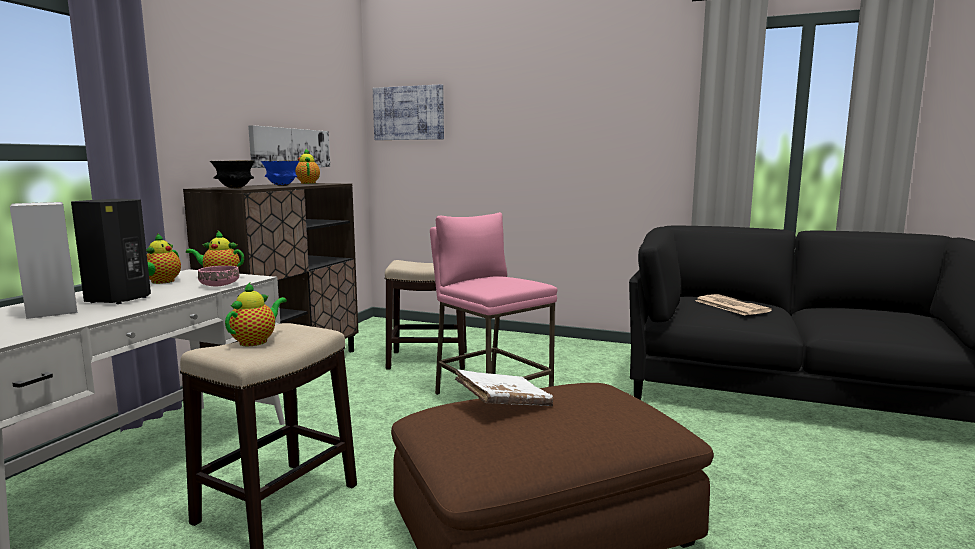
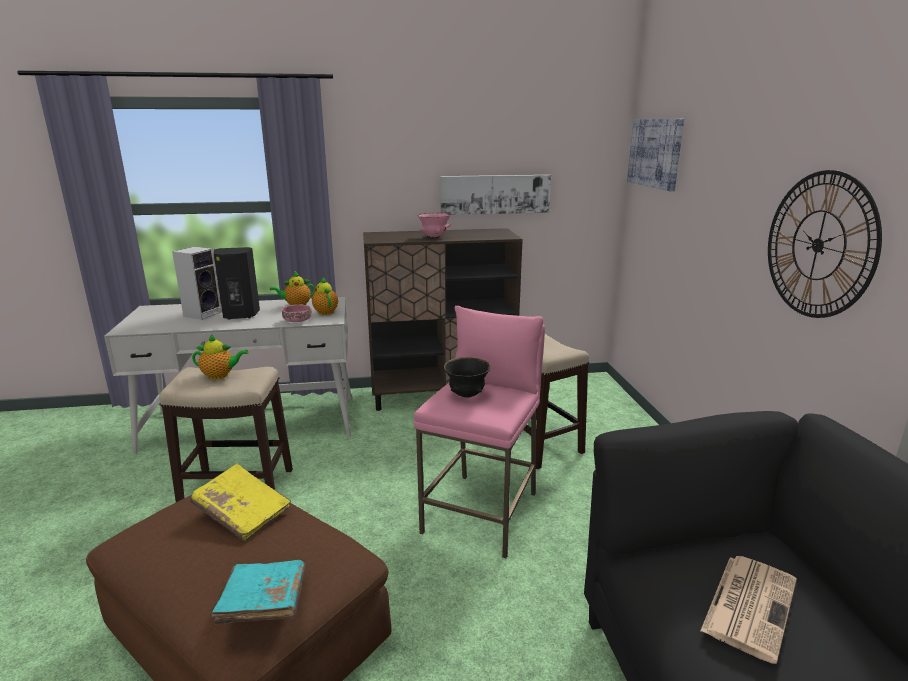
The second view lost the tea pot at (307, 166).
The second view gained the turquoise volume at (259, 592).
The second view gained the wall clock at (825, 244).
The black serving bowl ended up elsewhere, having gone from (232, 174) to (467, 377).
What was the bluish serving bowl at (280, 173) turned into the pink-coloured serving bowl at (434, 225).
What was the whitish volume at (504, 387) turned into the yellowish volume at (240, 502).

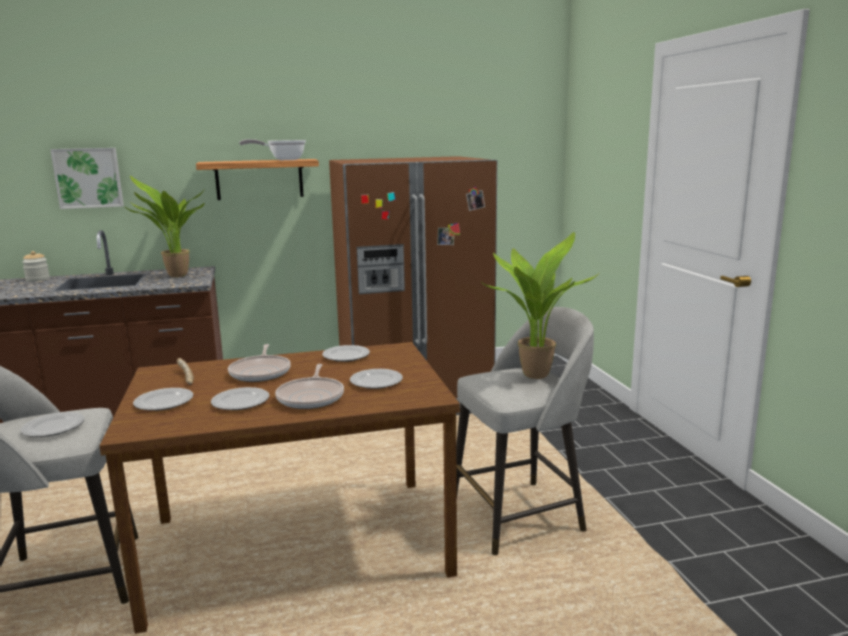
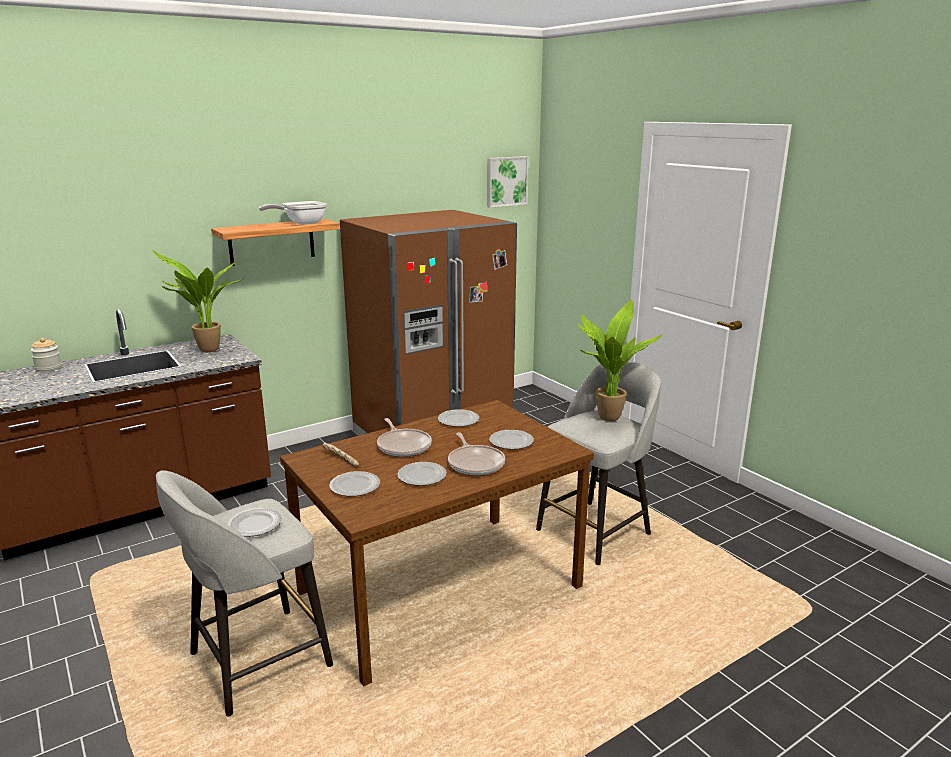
The wall picture ended up elsewhere, having gone from (87, 178) to (508, 182).

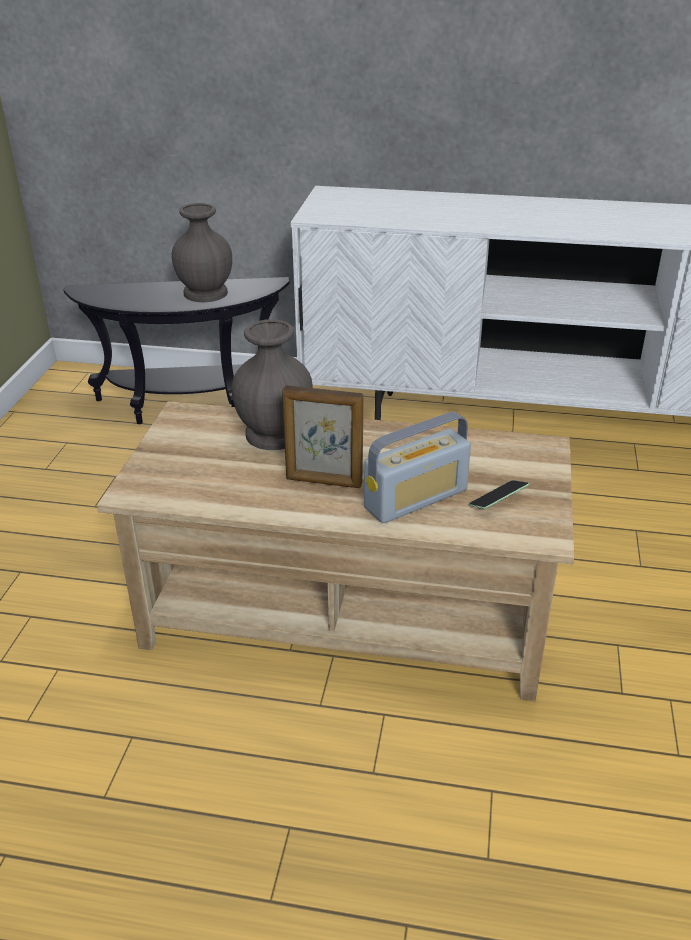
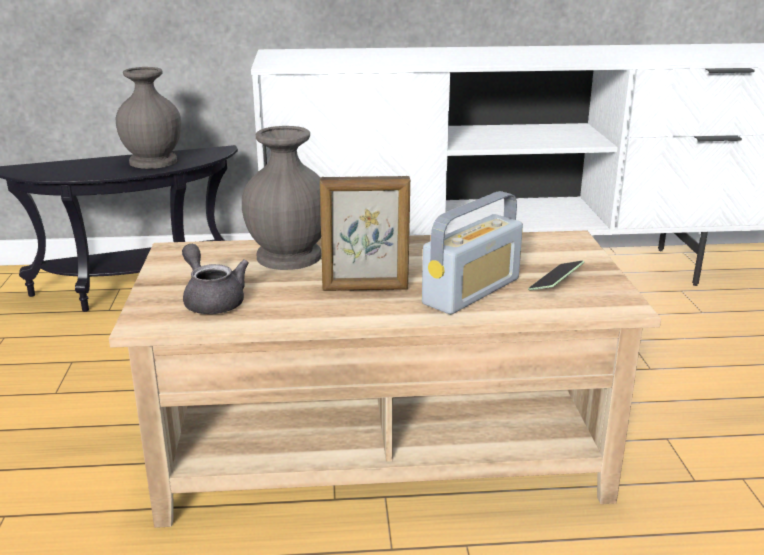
The second view gained the greyish tea pot at (215, 279).

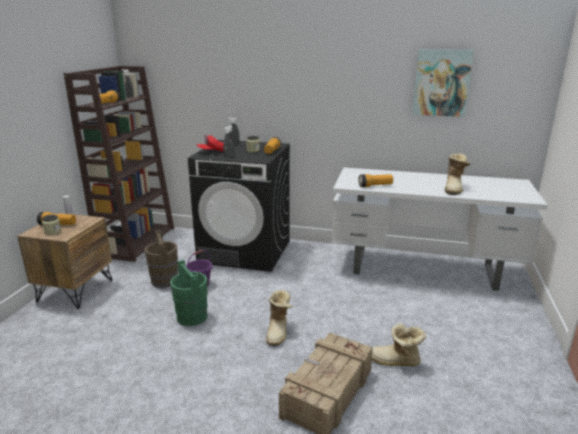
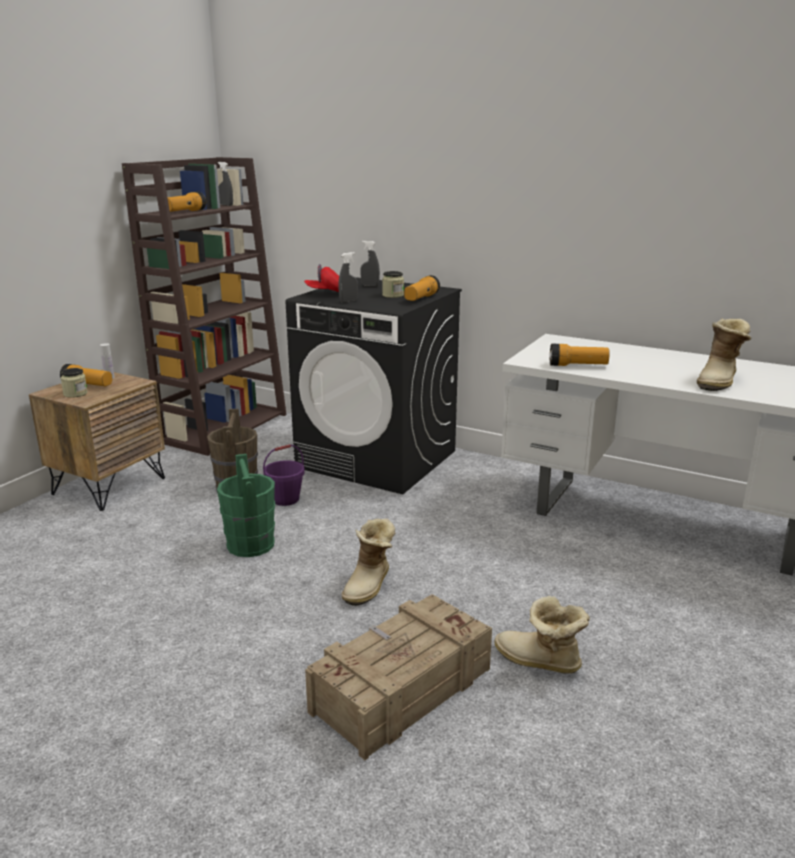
The second view lost the wall picture at (443, 83).

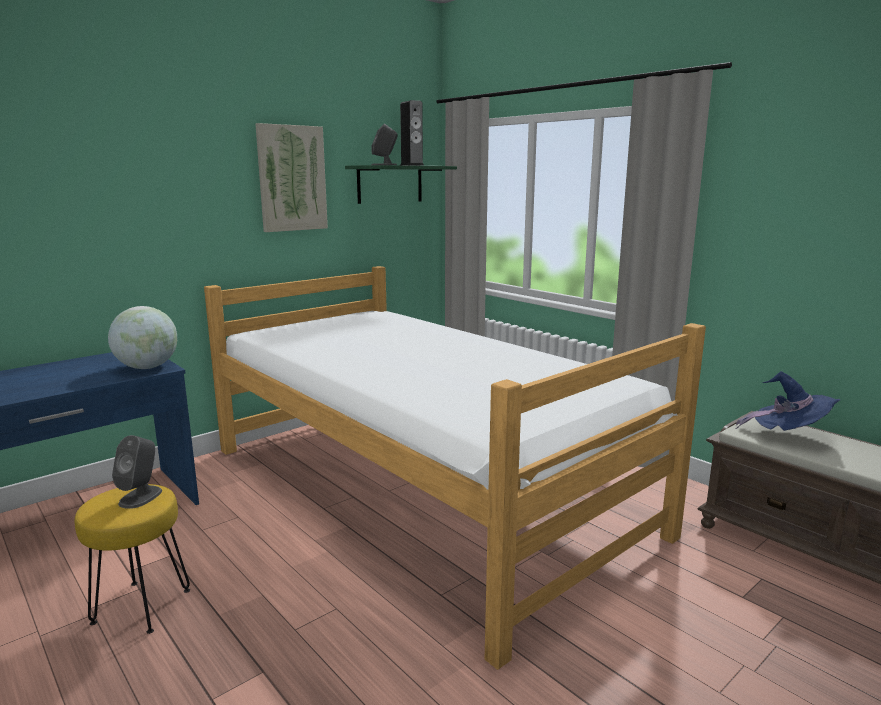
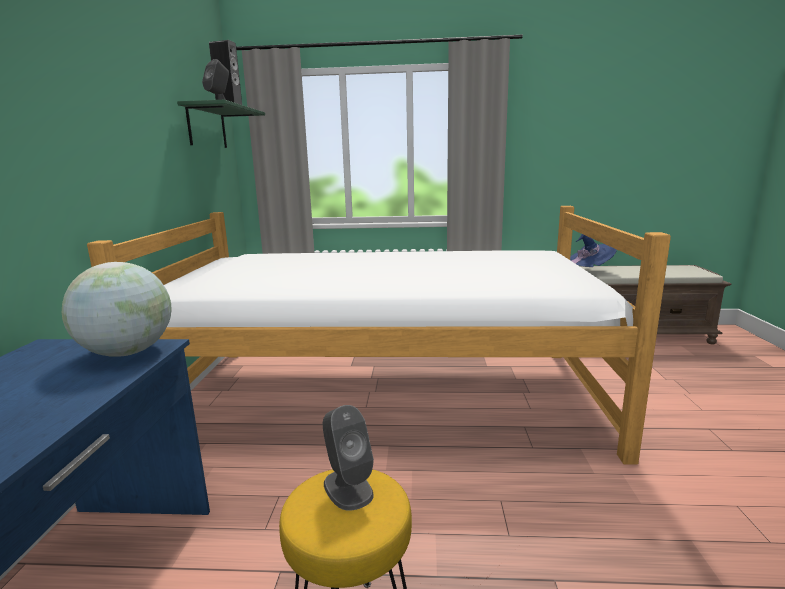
The second view lost the wall picture at (291, 177).

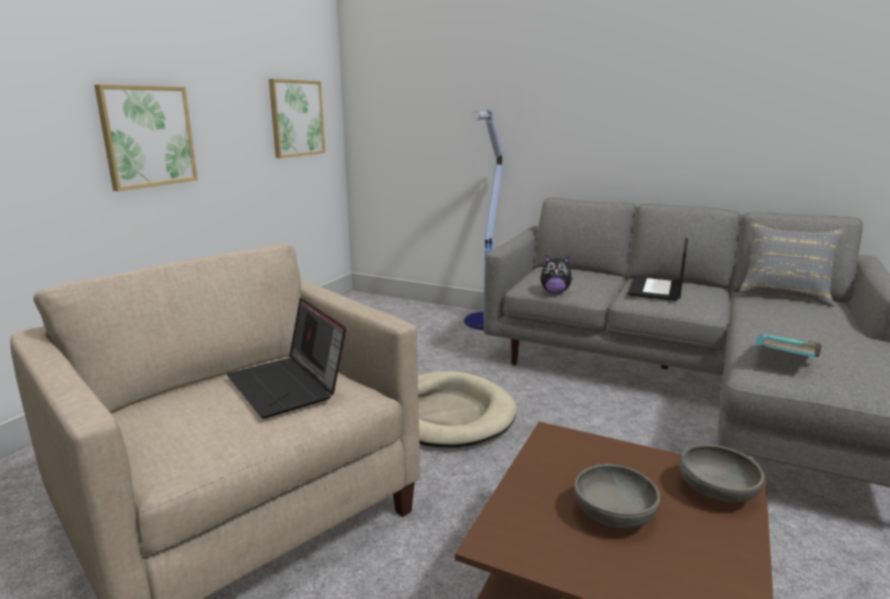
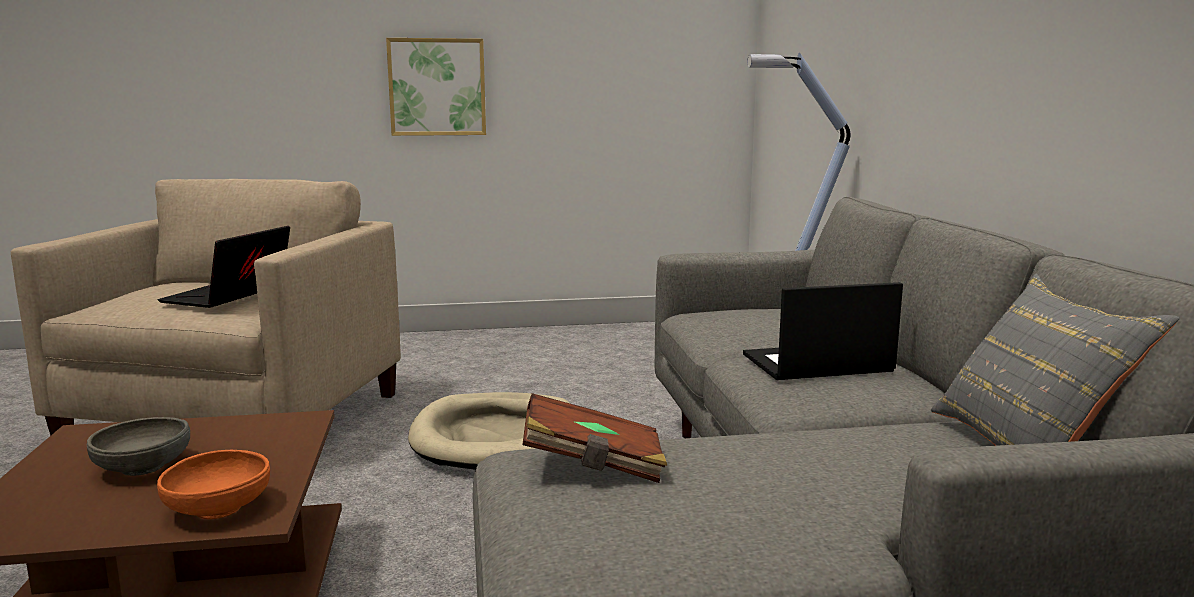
The second view lost the wall picture at (297, 118).
The second view lost the plush toy at (557, 275).
What was the greyish serving bowl at (722, 473) turned into the orangey serving bowl at (213, 484).
What was the turquoise volume at (789, 346) turned into the brown-coloured volume at (594, 438).

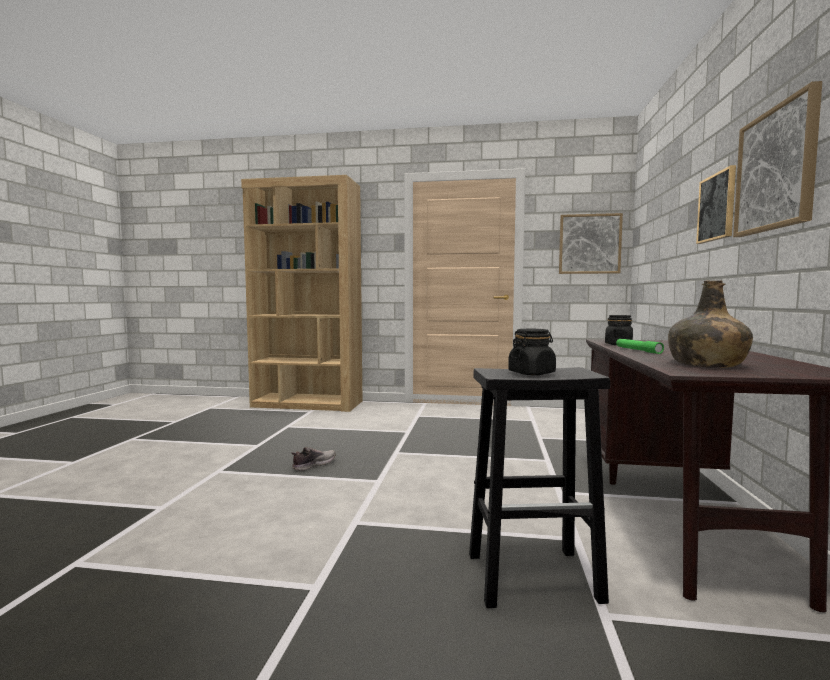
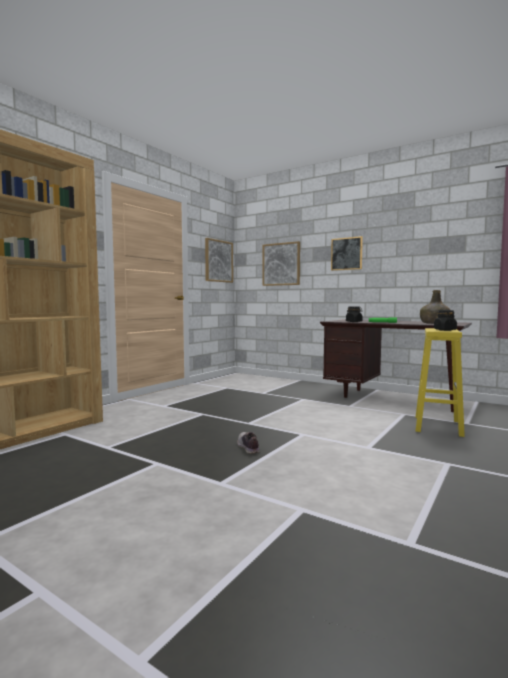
The wall picture ended up elsewhere, having gone from (777, 159) to (281, 263).
What was the black stool seat at (539, 487) turned into the yellowish stool seat at (440, 382).

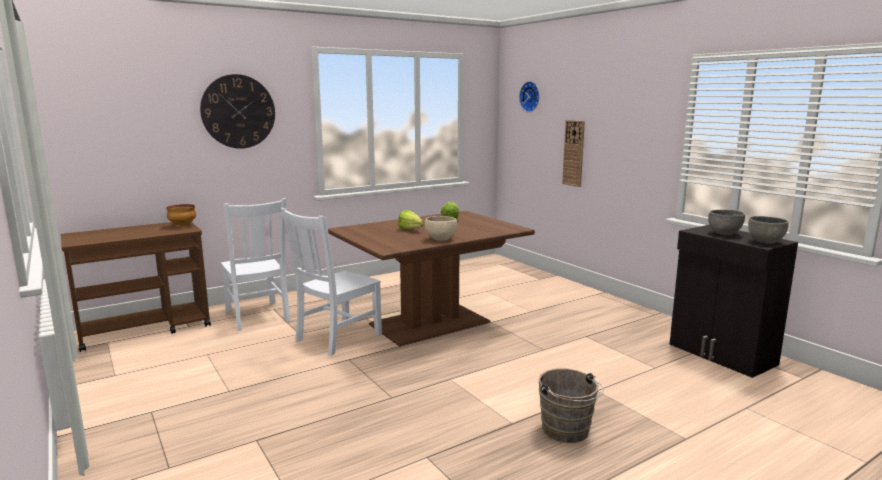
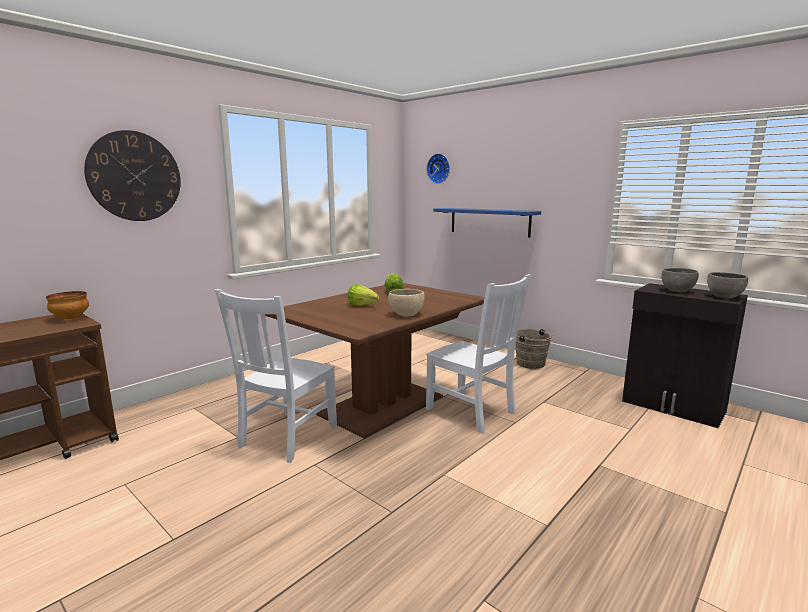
The whitish plain chair ended up elsewhere, having gone from (256, 264) to (478, 353).
The brown-coloured bucket ended up elsewhere, having gone from (571, 406) to (535, 349).
Where the wall clock hung at (573, 153), the bluish bracket shelf came to hang at (487, 223).

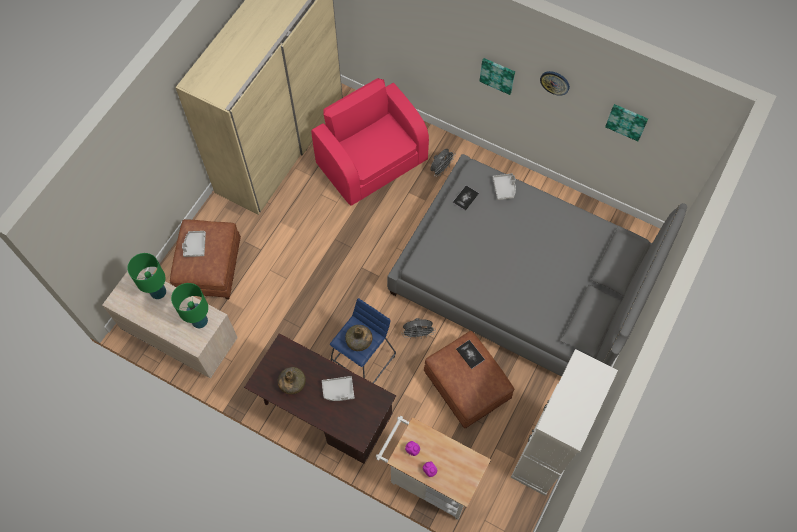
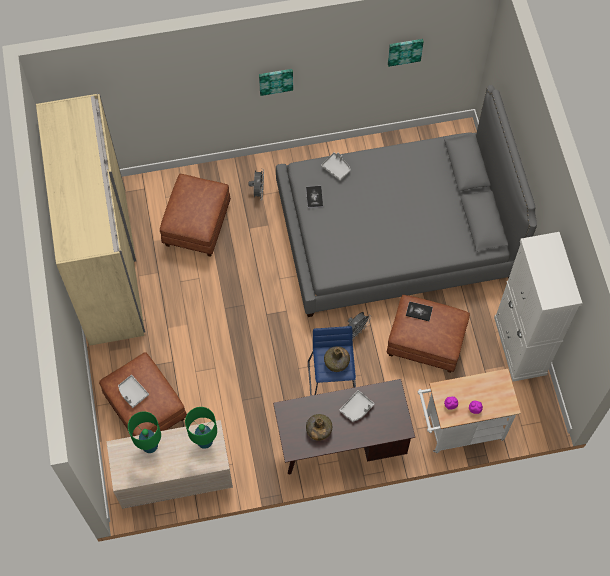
The second view lost the wall clock at (555, 83).
Where the pink-coloured armchair stood at (370, 142), the brown-coloured ottoman came to stand at (195, 215).

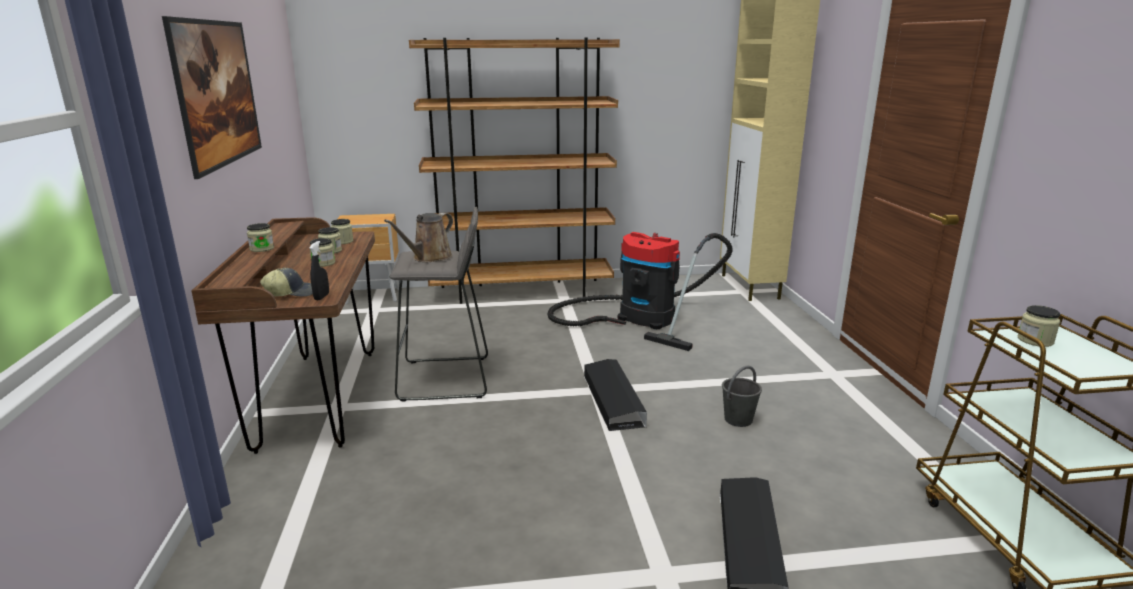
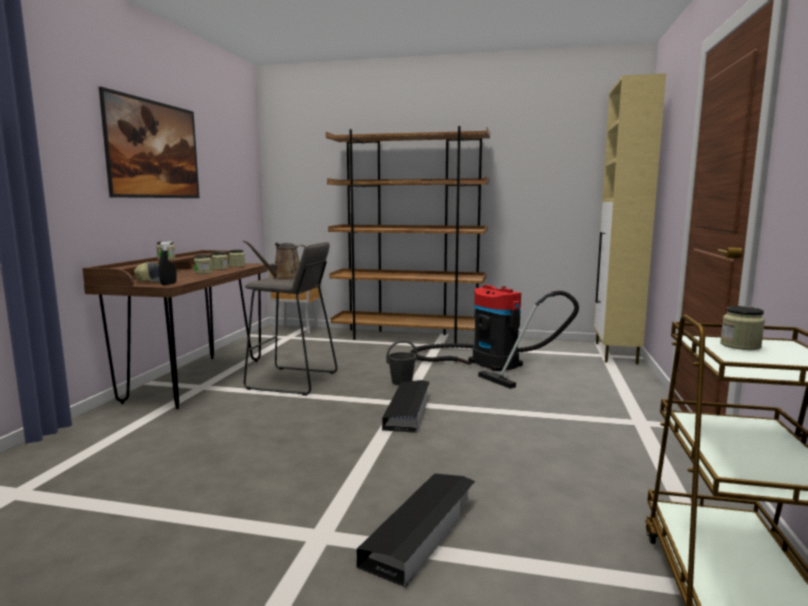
The greyish bucket ended up elsewhere, having gone from (742, 396) to (401, 362).

